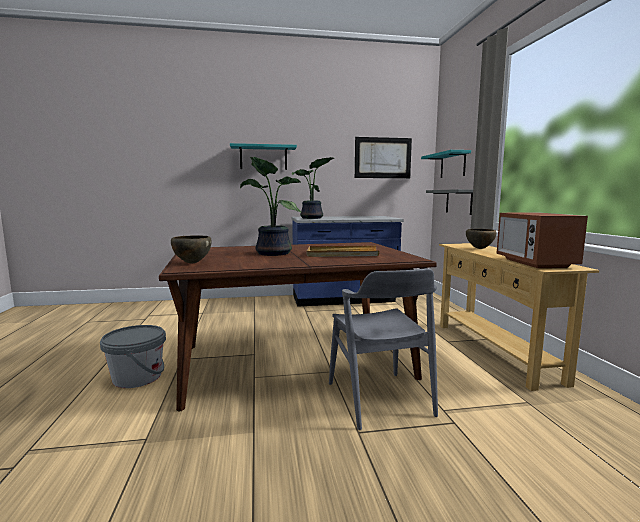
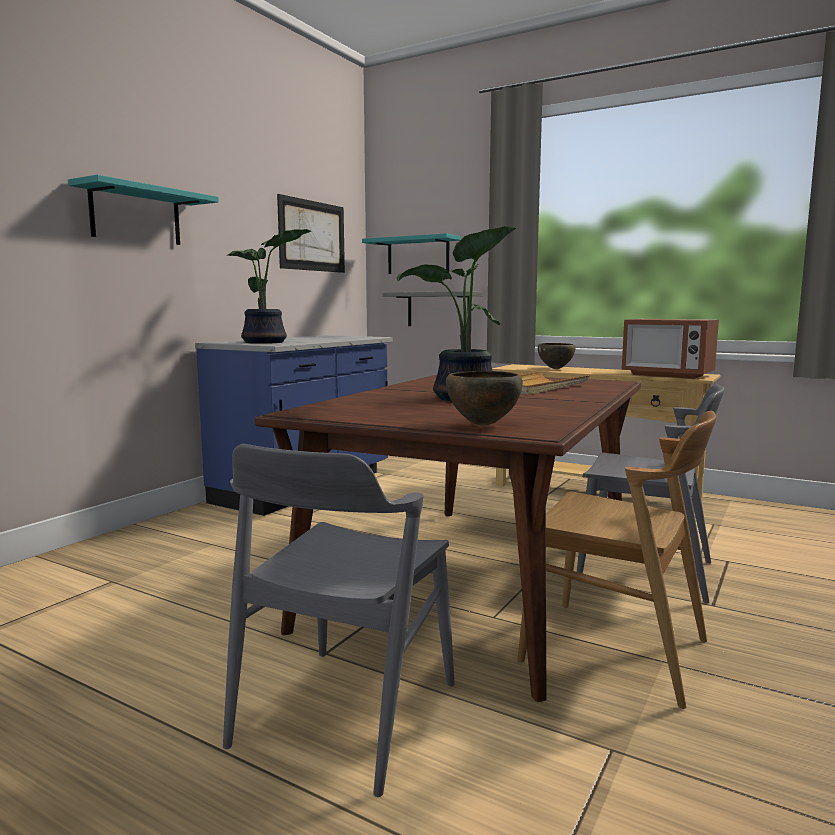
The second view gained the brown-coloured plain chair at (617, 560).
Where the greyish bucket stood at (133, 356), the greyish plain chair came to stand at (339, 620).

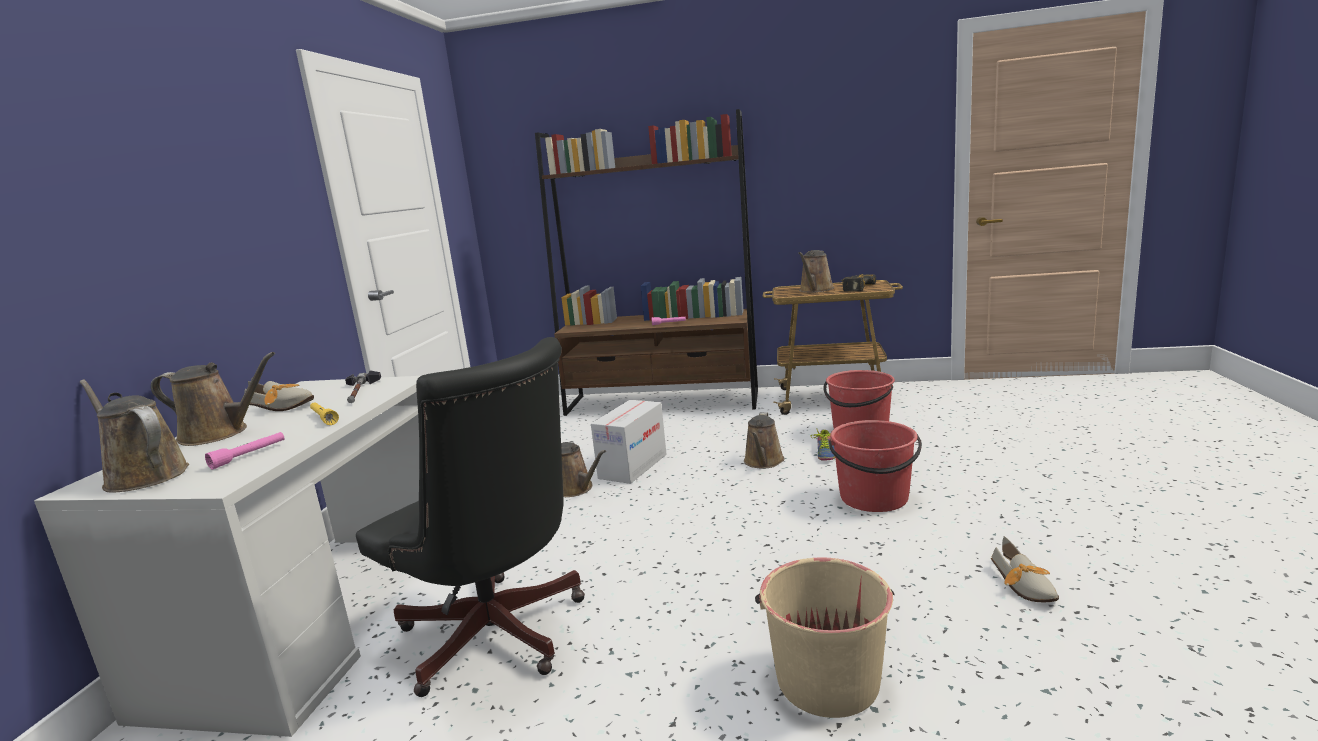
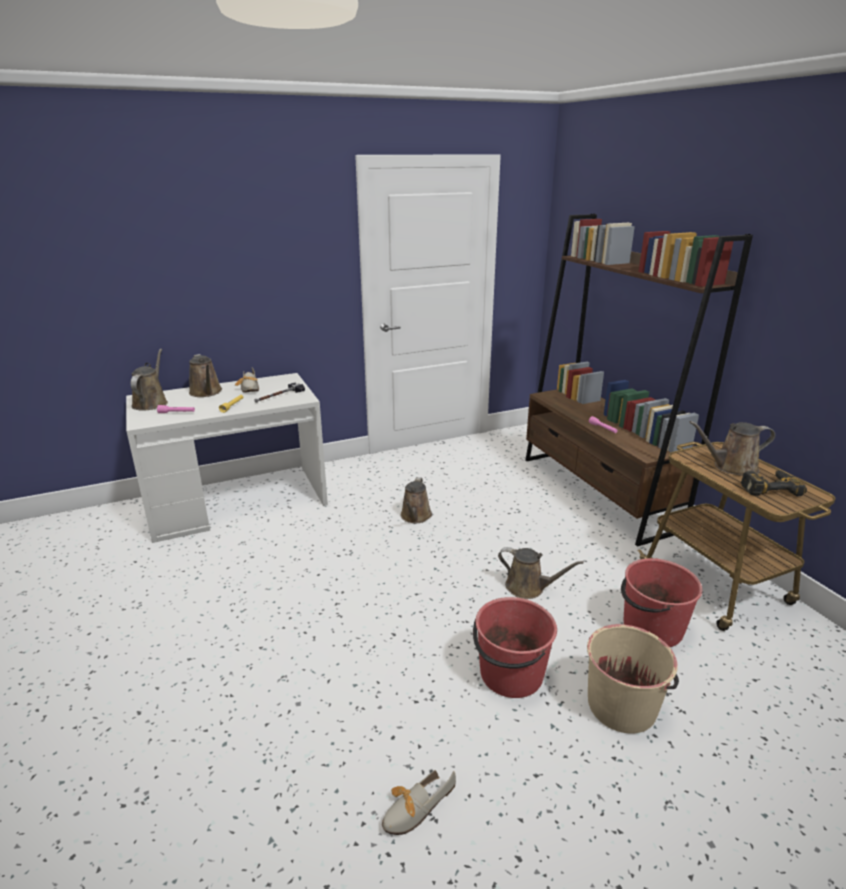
The second view lost the black office chair at (470, 517).
The second view lost the carton at (629, 442).
The second view lost the shoe at (823, 445).
The beige-coloured bucket ended up elsewhere, having gone from (824, 638) to (633, 679).
The brown-coloured sprinkling can at (764, 440) ended up facing another way, 135 degrees counterclockwise from before.

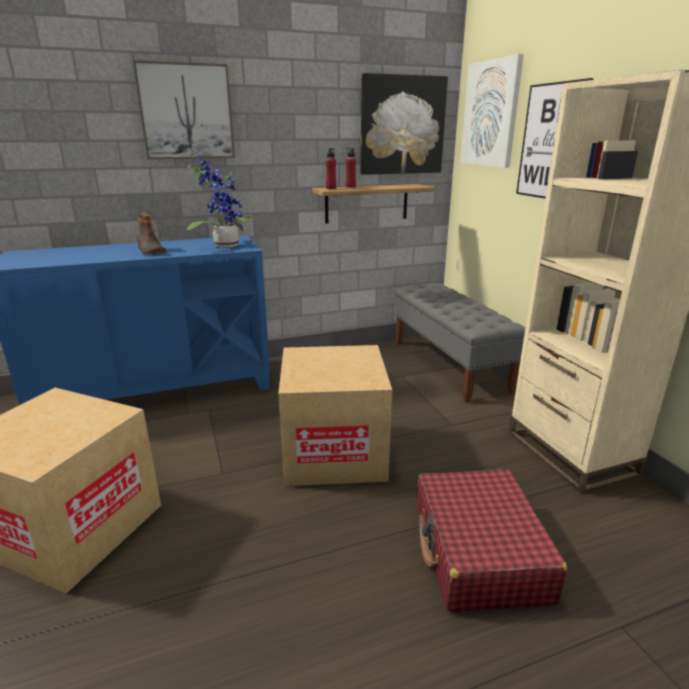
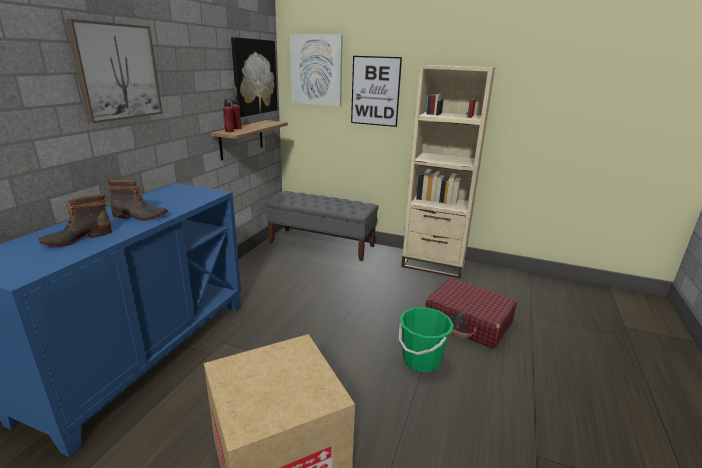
The second view lost the houseplant at (222, 202).
The second view lost the carton at (335, 415).
The second view gained the high-top boot at (75, 220).
The second view gained the green bucket at (426, 339).

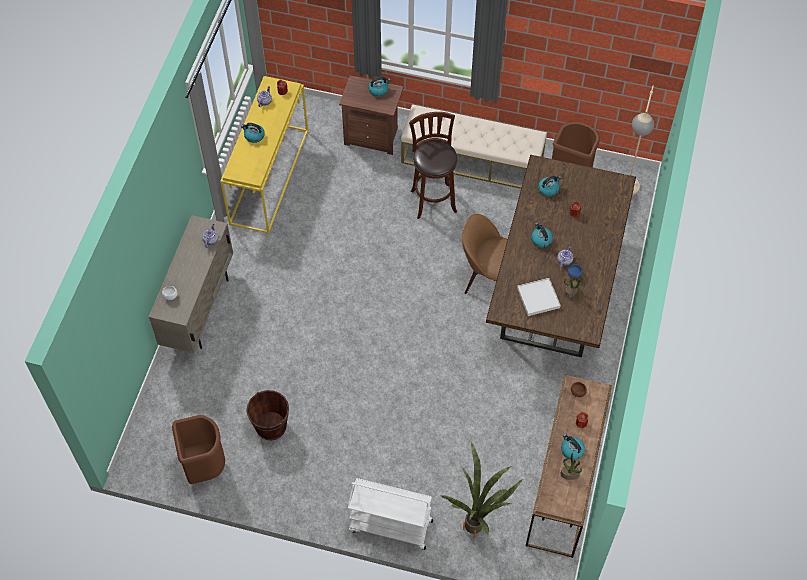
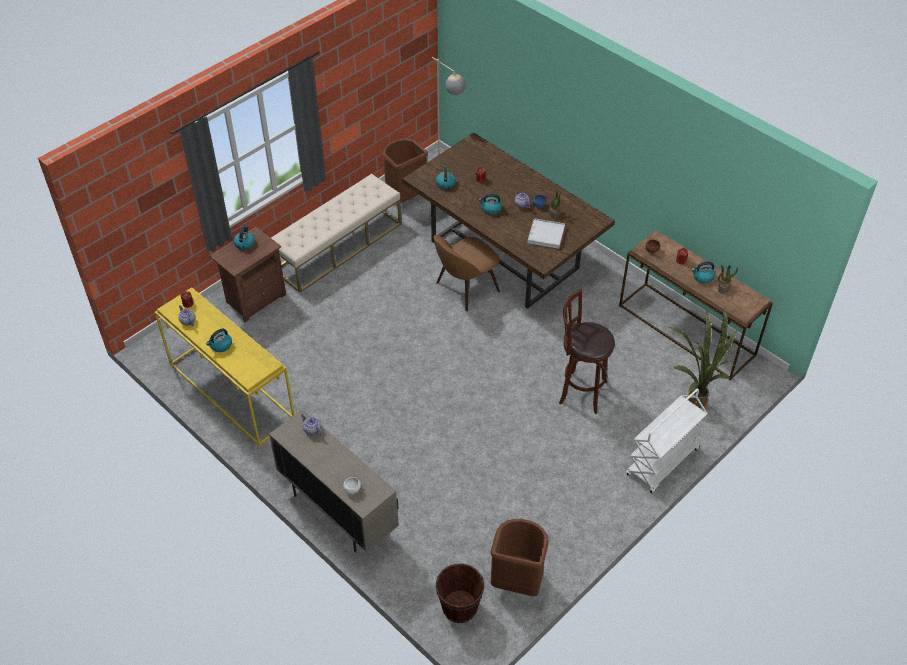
The brown-coloured bucket ended up elsewhere, having gone from (267, 415) to (460, 593).
The brown-coloured stool seat ended up elsewhere, having gone from (433, 165) to (587, 351).

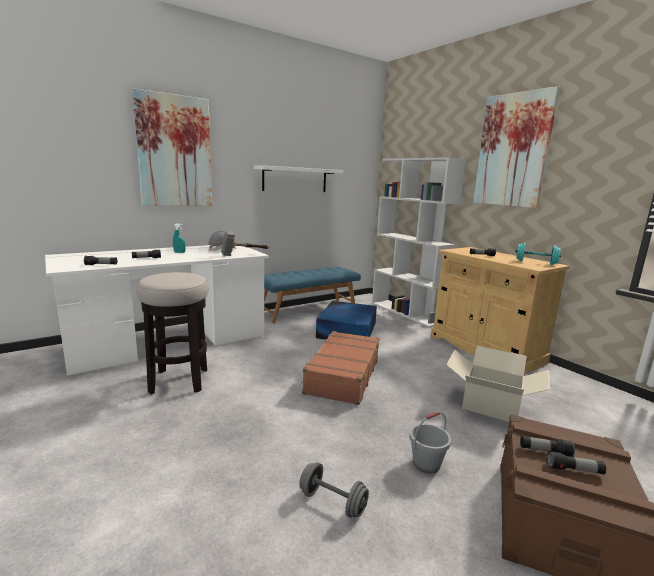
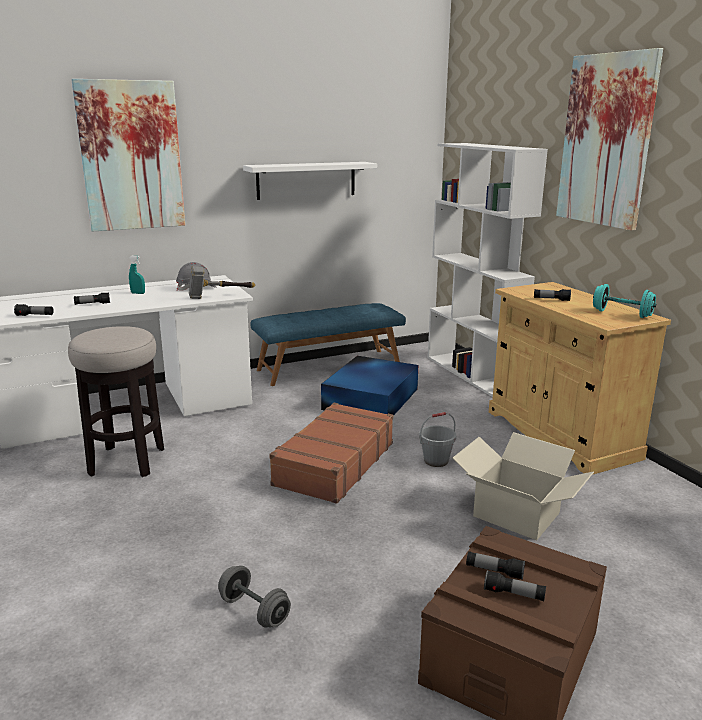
The greyish bucket ended up elsewhere, having gone from (430, 443) to (437, 439).

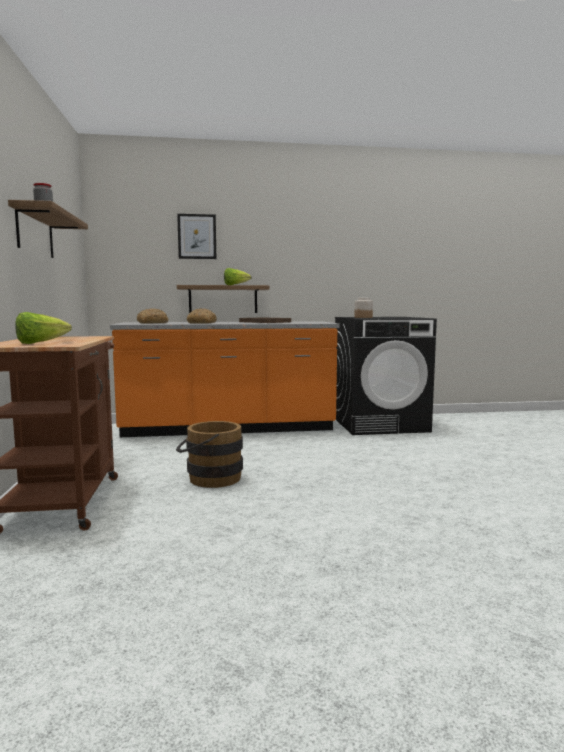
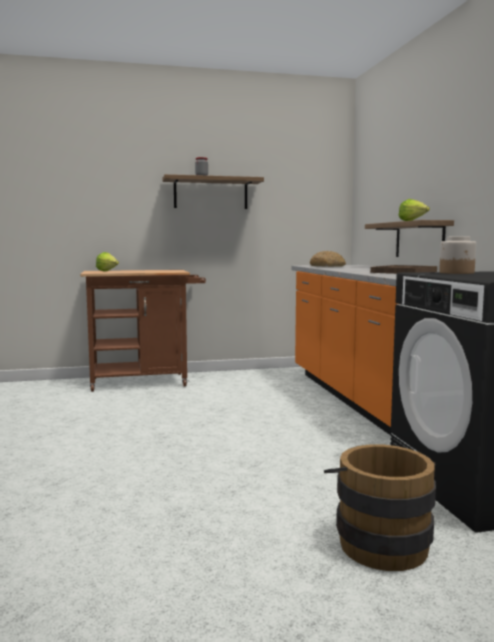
The second view lost the wall picture at (196, 236).
The second view lost the baked bread at (202, 316).
The brown-coloured bucket ended up elsewhere, having gone from (209, 454) to (380, 507).

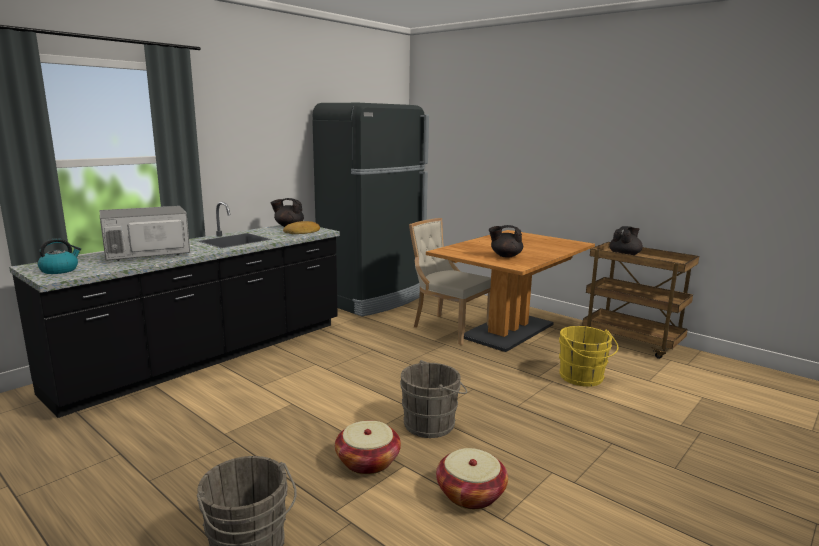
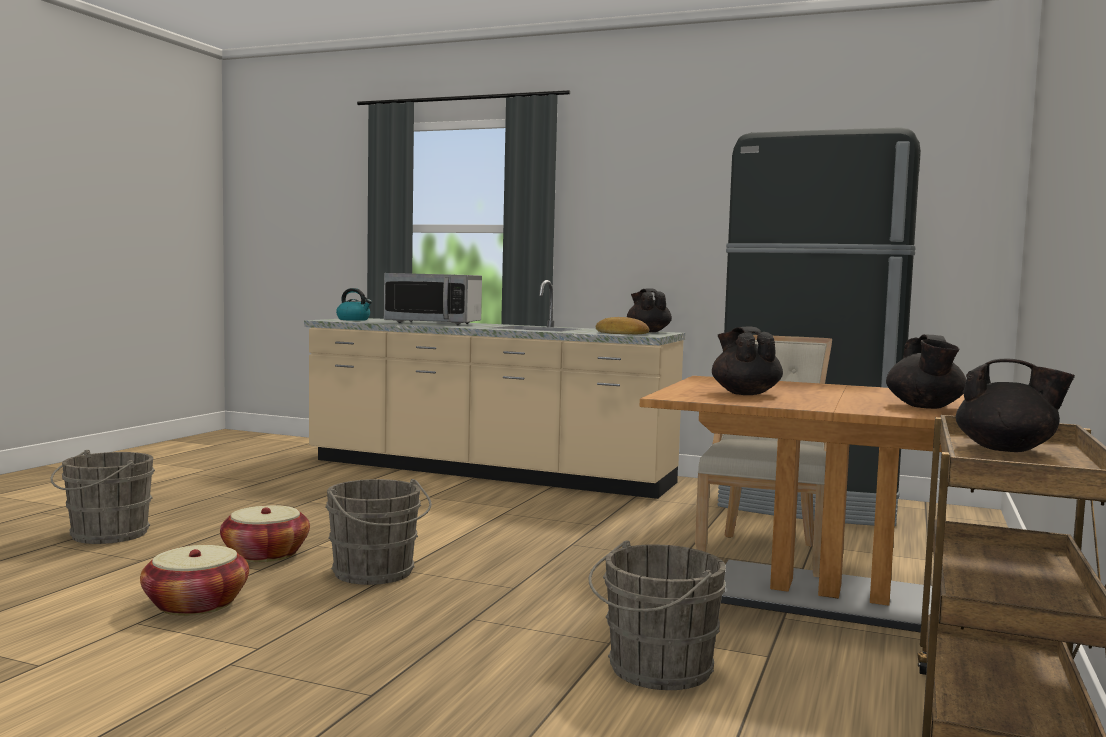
The second view gained the black tea pot at (926, 371).
What was the black kitchen base unit at (174, 310) turned into the beige-coloured kitchen base unit at (494, 389).
What was the yellowish bucket at (588, 356) turned into the greyish bucket at (657, 615).
The microwave oven at (145, 233) ended up facing another way, 150 degrees clockwise from before.

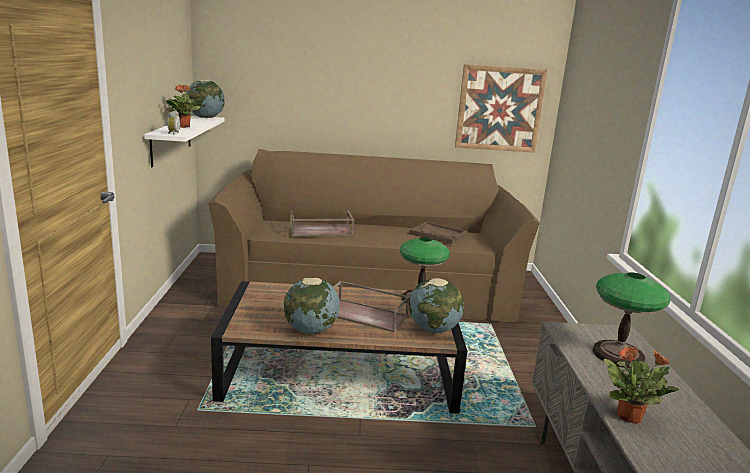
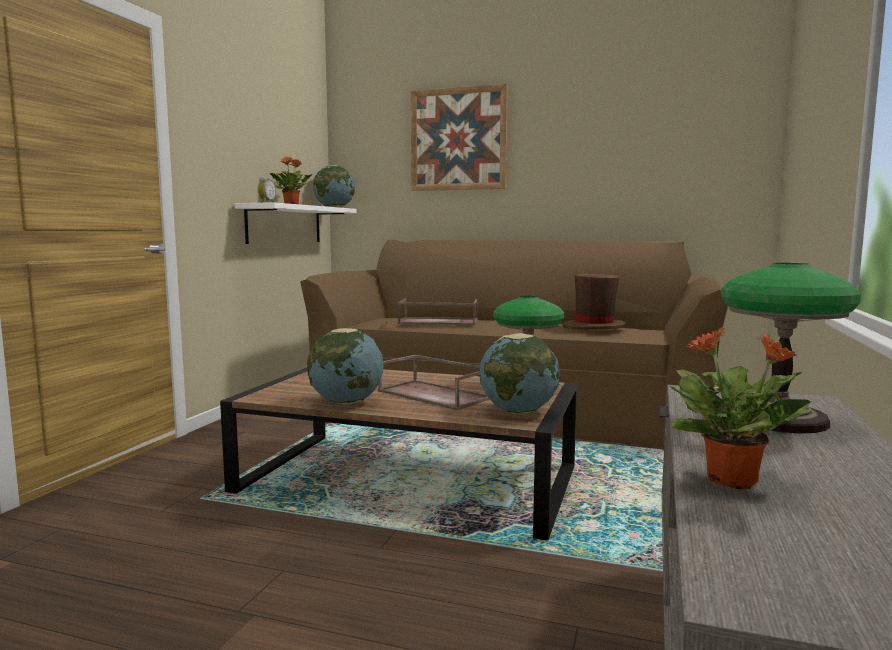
The wall picture ended up elsewhere, having gone from (501, 108) to (459, 137).
Where the brown-coloured tray stood at (438, 233), the brown-coloured wearable hat came to stand at (594, 302).

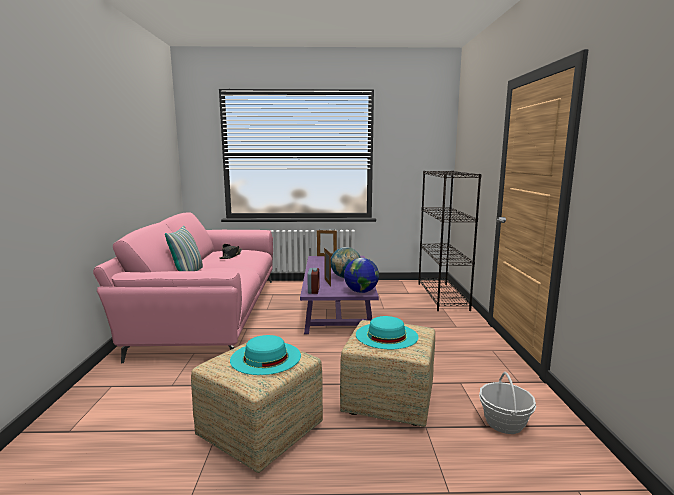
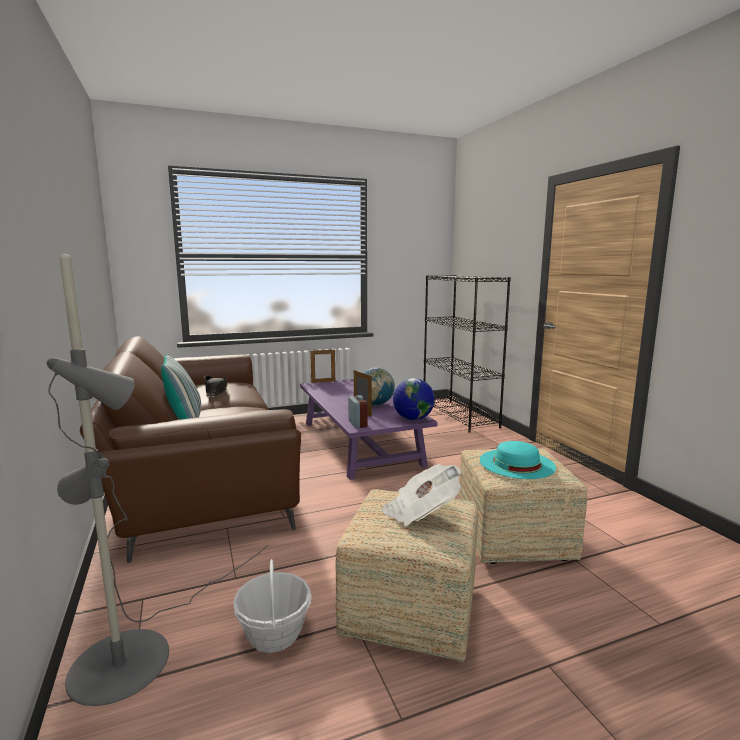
The second view gained the greyish floor lamp at (157, 480).
The basket ended up elsewhere, having gone from (507, 403) to (272, 606).
Where the turquoise wearable hat stood at (265, 355), the daily paper came to stand at (422, 495).
What was the pink-coloured settee at (183, 287) turned into the brown-coloured settee at (190, 449).

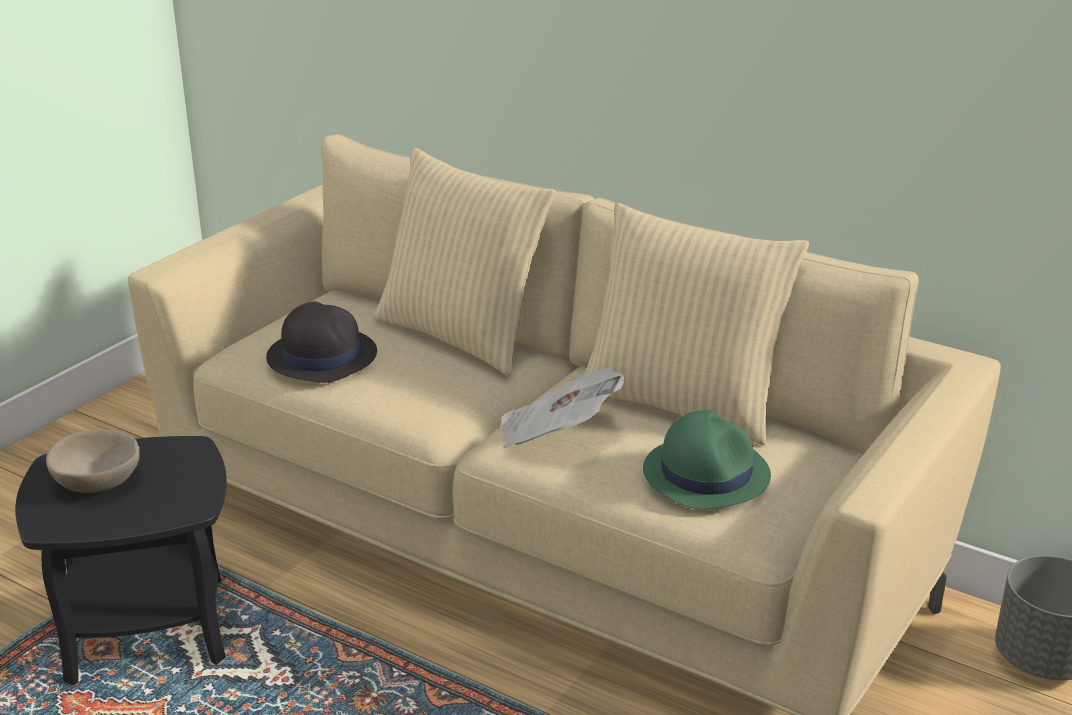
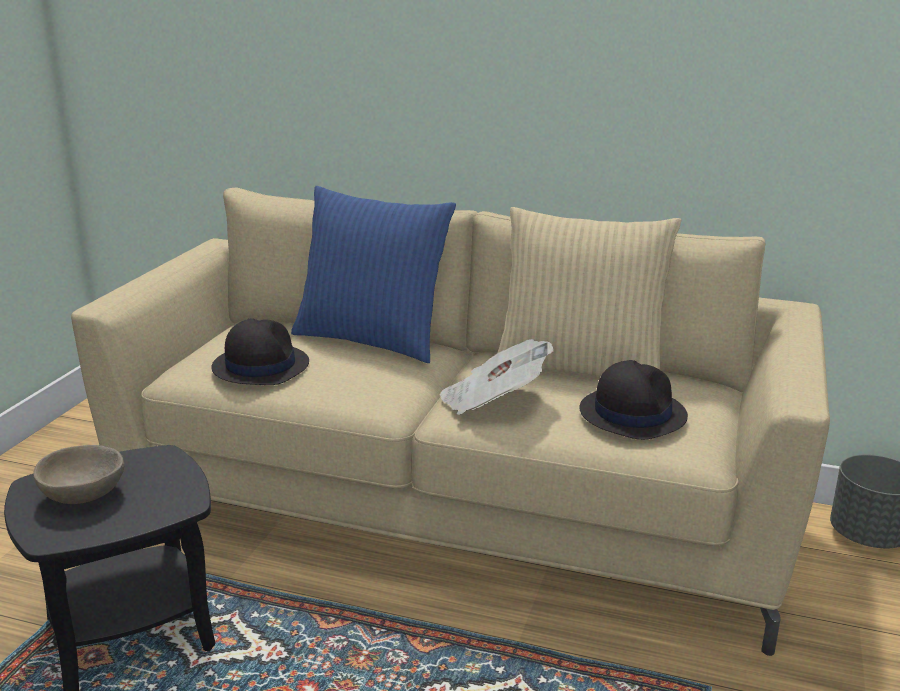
What was the beige-coloured throw pillow at (465, 262) turned into the bluish throw pillow at (373, 274).
What was the green wearable hat at (707, 460) turned into the black wearable hat at (634, 400).

